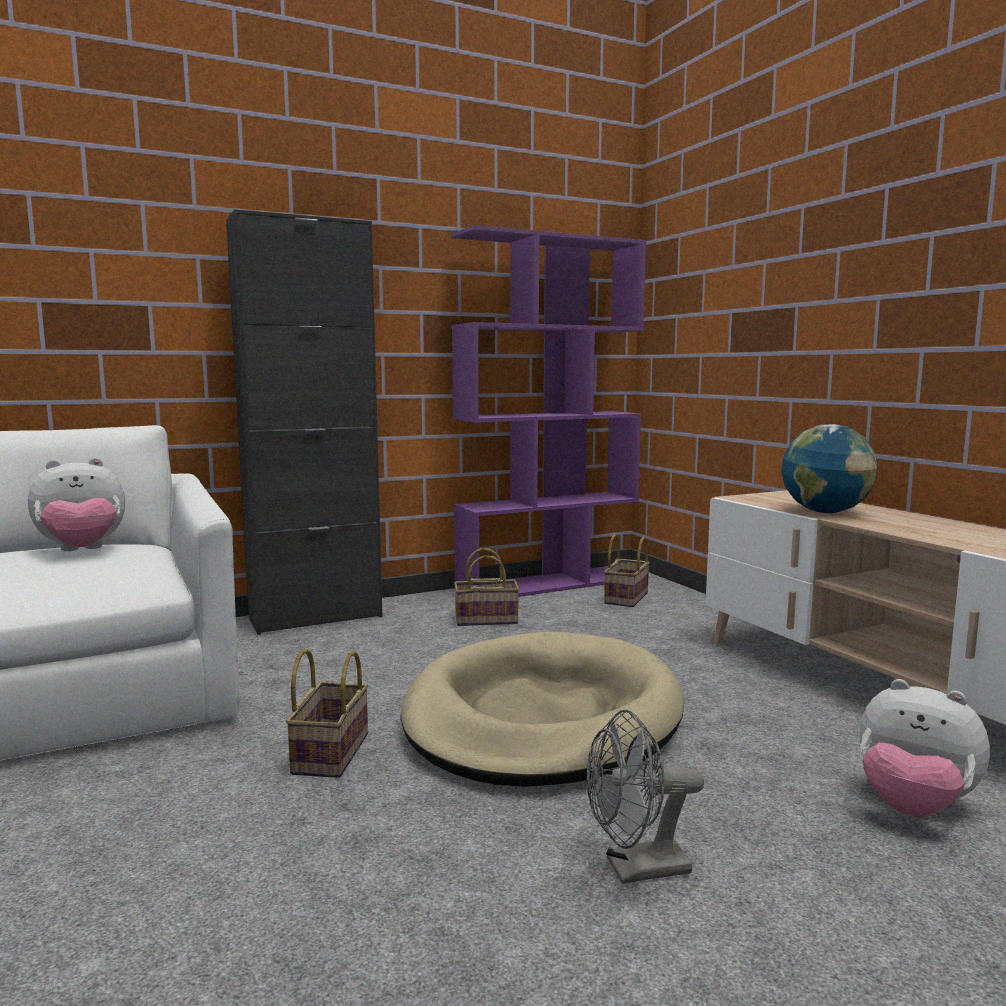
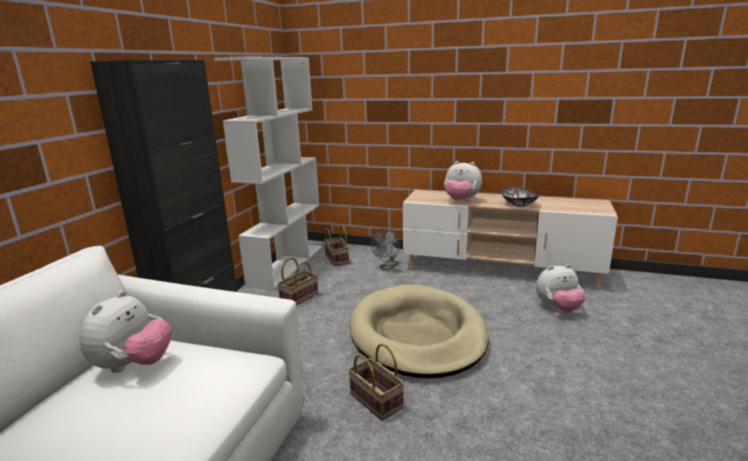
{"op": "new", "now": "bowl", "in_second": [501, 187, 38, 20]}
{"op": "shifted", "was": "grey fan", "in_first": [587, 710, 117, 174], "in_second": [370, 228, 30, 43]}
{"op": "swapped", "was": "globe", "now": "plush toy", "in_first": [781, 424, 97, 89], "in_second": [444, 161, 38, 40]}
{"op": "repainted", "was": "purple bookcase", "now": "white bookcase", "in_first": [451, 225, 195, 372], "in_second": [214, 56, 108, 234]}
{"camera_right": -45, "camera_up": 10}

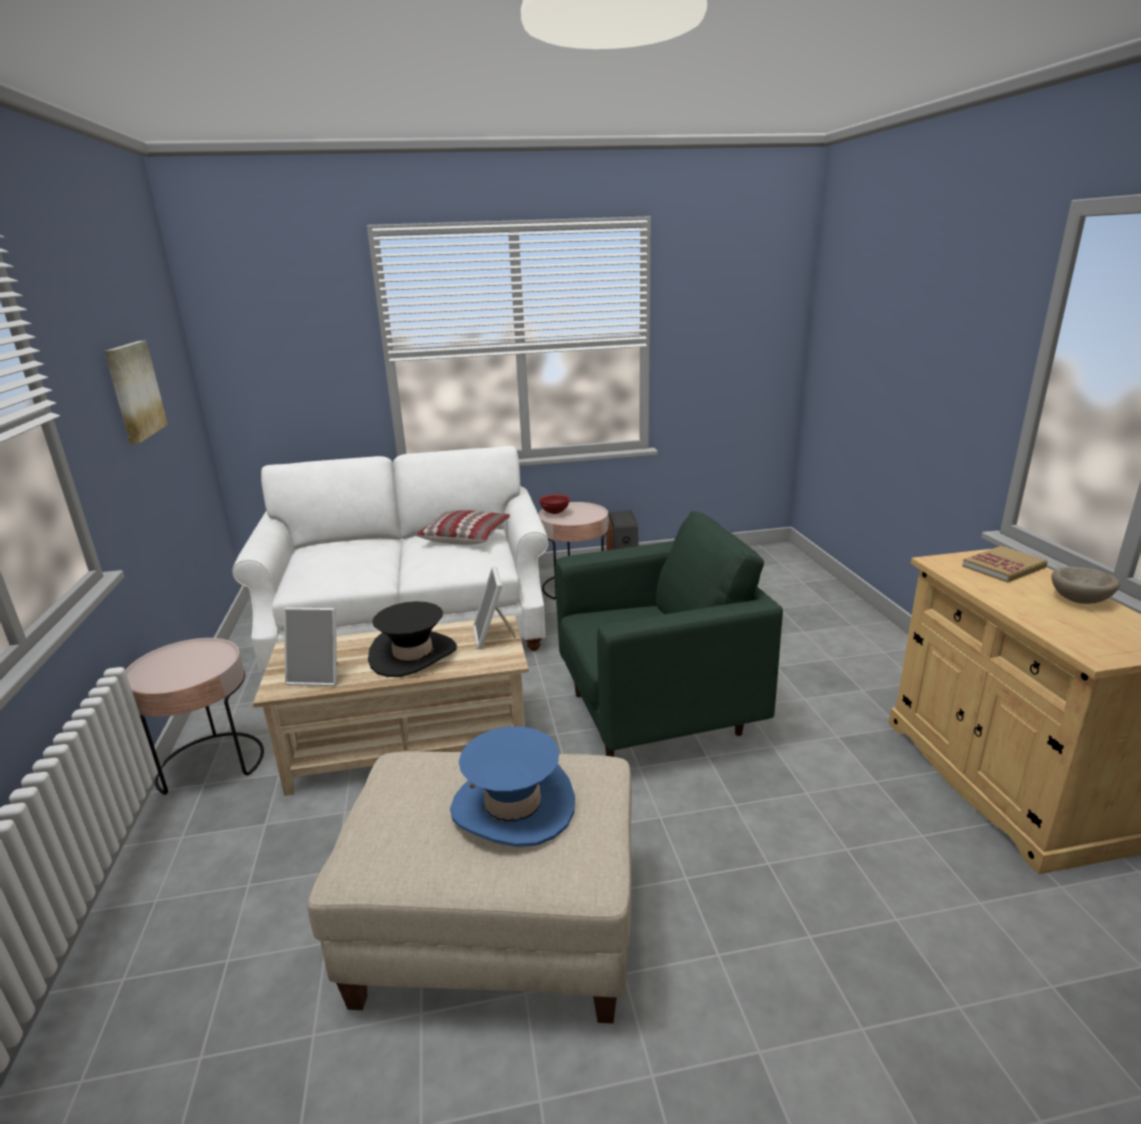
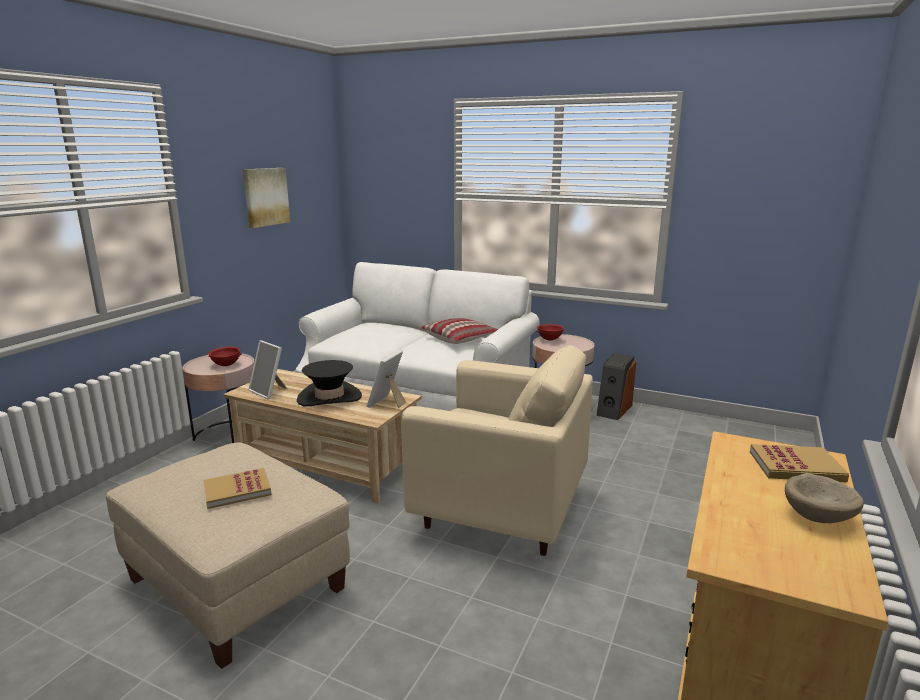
{"op": "new", "now": "red bowl", "in_second": [208, 347, 34, 19]}
{"op": "swapped", "was": "blue hat", "now": "book", "in_first": [450, 726, 125, 121], "in_second": [203, 468, 68, 41]}
{"op": "repainted", "was": "green armchair", "now": "beige armchair", "in_first": [555, 511, 228, 246], "in_second": [401, 345, 192, 211]}
{"camera_right": 35, "camera_up": -5}

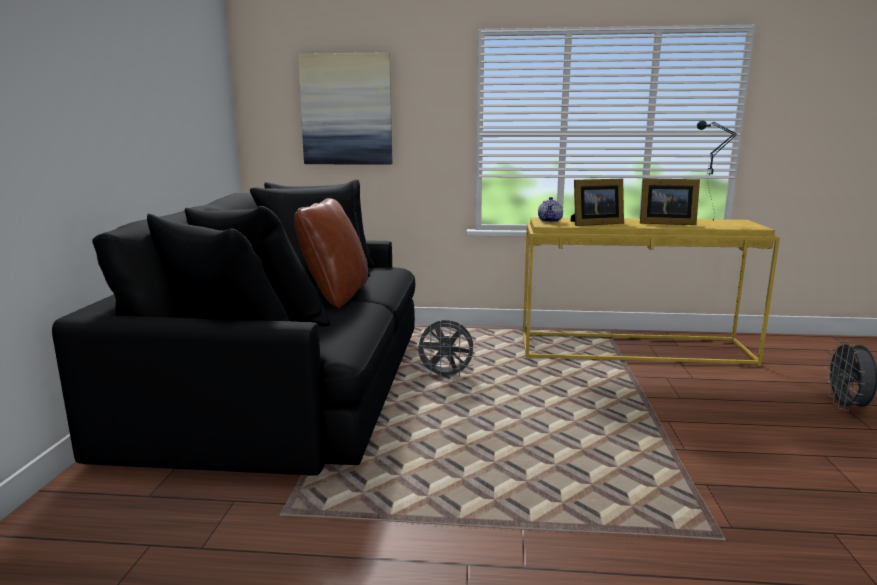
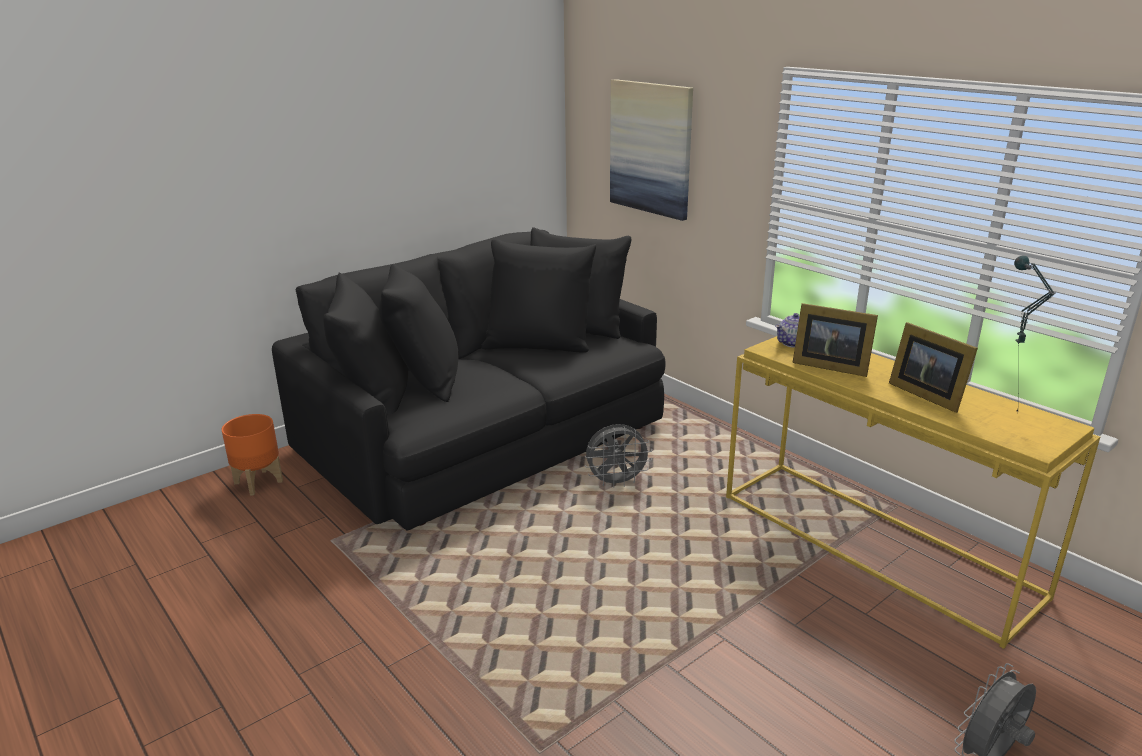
{"op": "gone", "was": "brown pillow", "in_first": [294, 198, 74, 110]}
{"op": "new", "now": "orange planter", "in_second": [222, 414, 61, 82]}
{"op": "rotated", "was": "grey fan", "in_first": [415, 320, 62, 59], "in_second": [585, 424, 67, 64], "clockwise": -60}
{"camera_right": 45, "camera_up": 10}

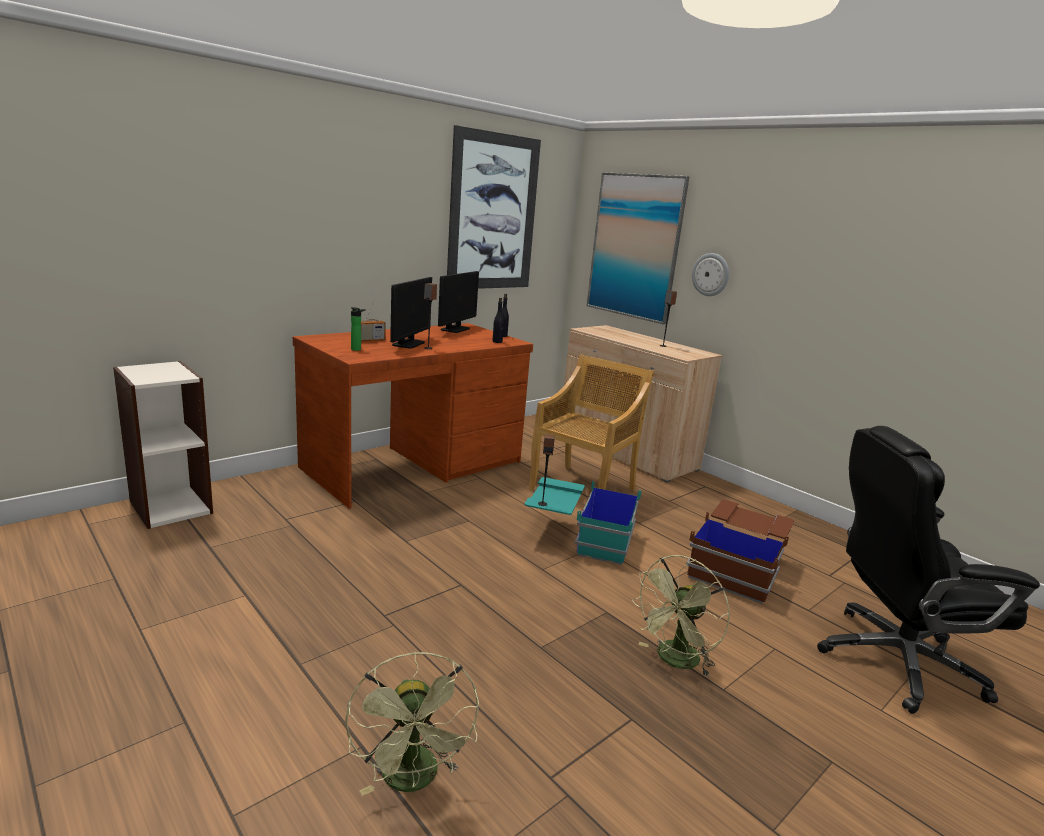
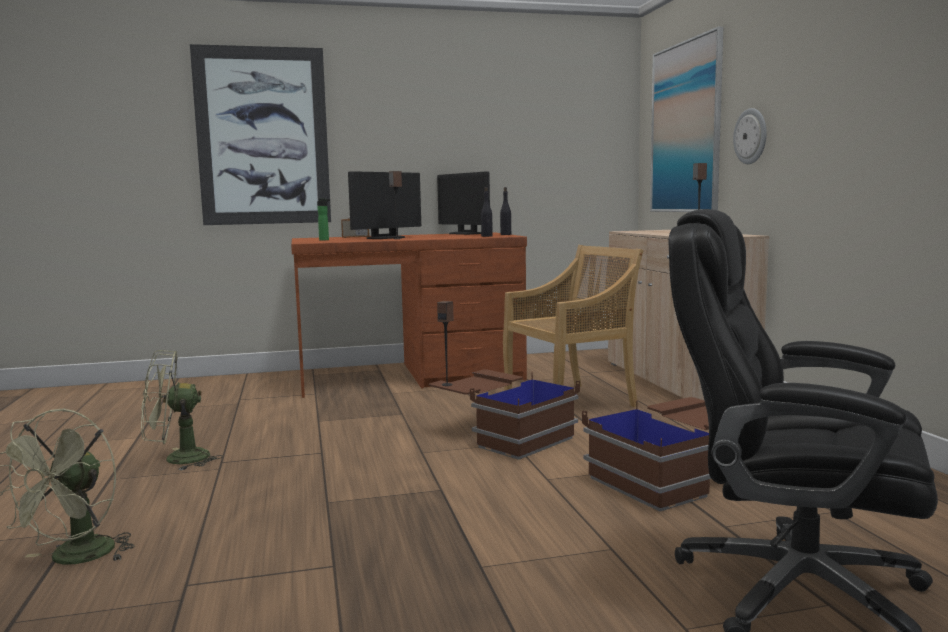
{"op": "gone", "was": "bookcase", "in_first": [113, 361, 100, 168]}
{"op": "shifted", "was": "picture", "in_first": [447, 125, 94, 164], "in_second": [190, 44, 141, 181]}
{"op": "shifted", "was": "green fan", "in_first": [632, 555, 98, 122], "in_second": [141, 350, 82, 120]}
{"op": "repainted", "was": "turquoise storage box", "now": "brown storage box", "in_first": [524, 477, 118, 88], "in_second": [429, 369, 151, 91]}
{"op": "rotated", "was": "monitor", "in_first": [438, 271, 41, 62], "in_second": [437, 171, 53, 64], "clockwise": 90}
{"camera_right": 30, "camera_up": -10}

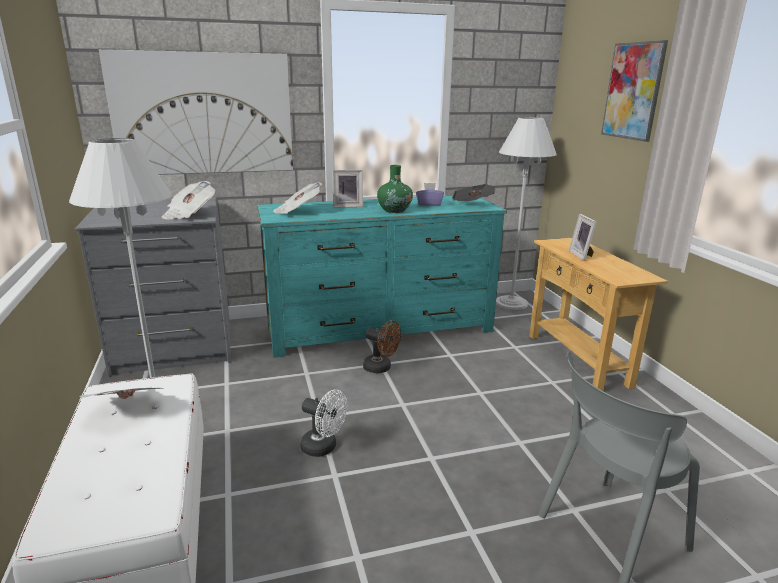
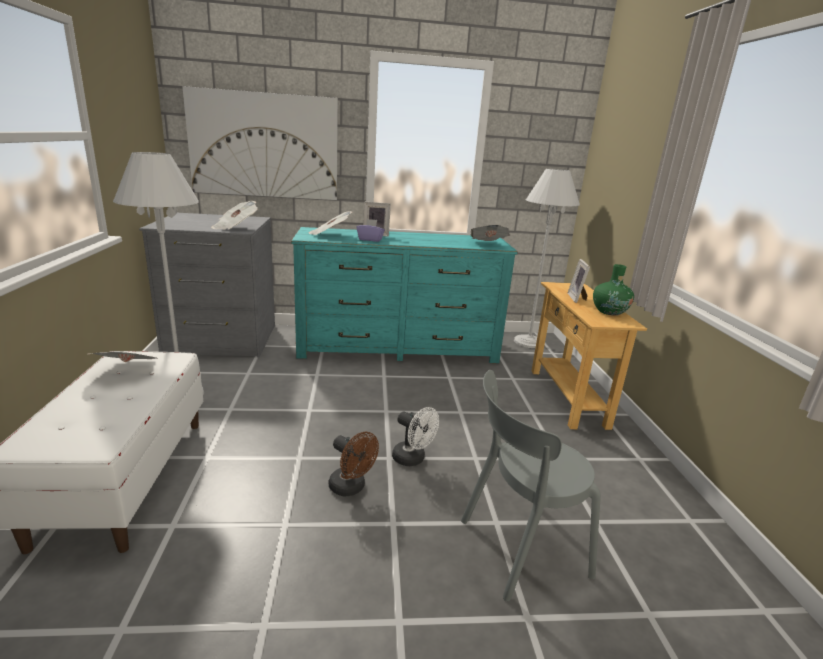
{"op": "gone", "was": "picture", "in_first": [601, 40, 67, 102]}
{"op": "shifted", "was": "white fan", "in_first": [300, 390, 47, 67], "in_second": [392, 407, 47, 59]}
{"op": "shifted", "was": "brown fan", "in_first": [363, 320, 38, 53], "in_second": [329, 432, 50, 64]}
{"op": "shifted", "was": "green vase", "in_first": [377, 165, 36, 48], "in_second": [593, 264, 41, 52]}
{"op": "shifted", "was": "purple tissue box", "in_first": [416, 183, 28, 23], "in_second": [357, 219, 28, 23]}
{"camera_right": 10, "camera_up": 0}

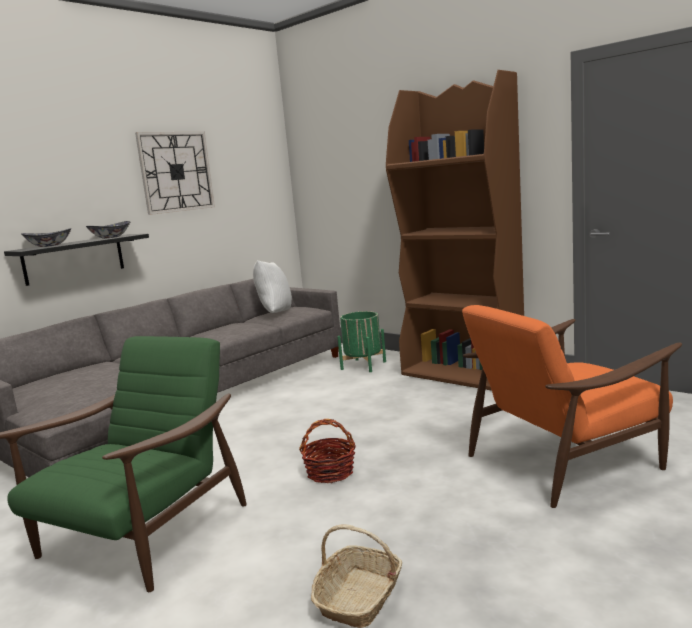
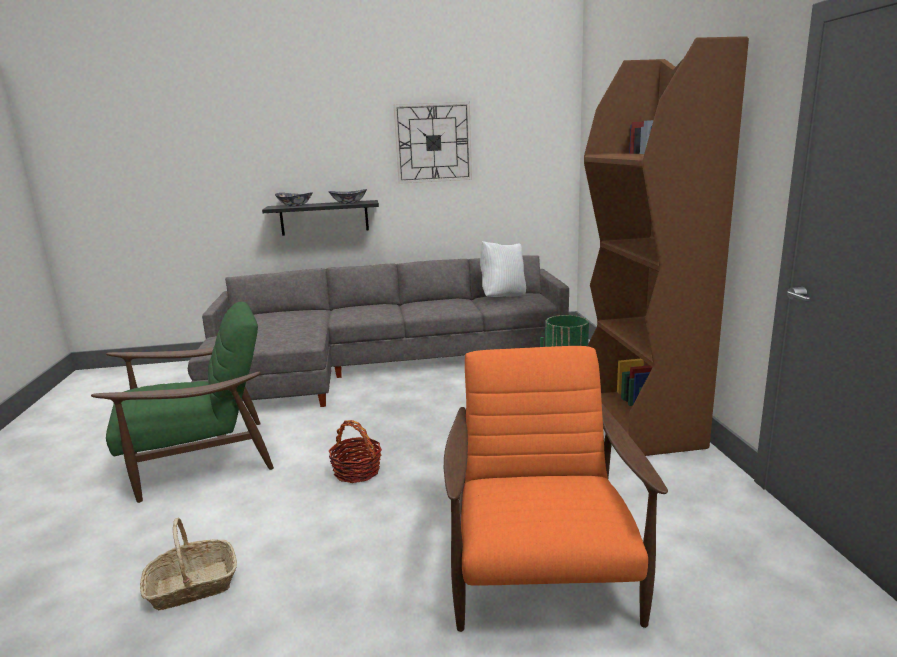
{"op": "rotated", "was": "orange armchair", "in_first": [462, 305, 220, 203], "in_second": [444, 346, 224, 286], "clockwise": 75}
{"camera_right": 40, "camera_up": 5}

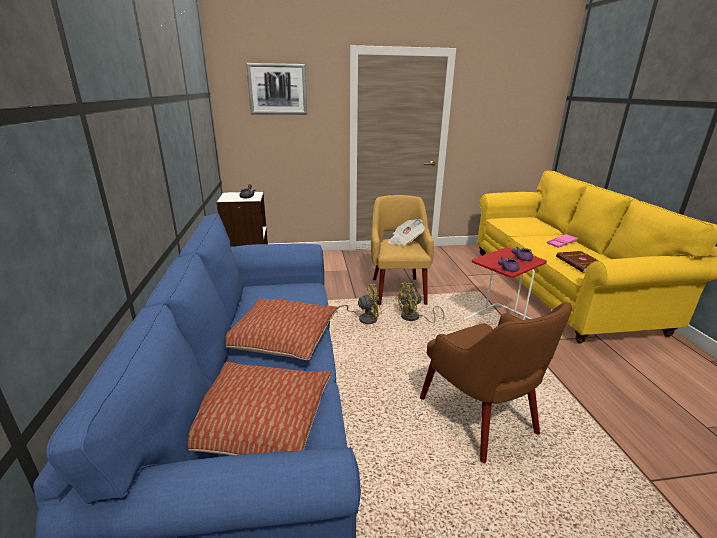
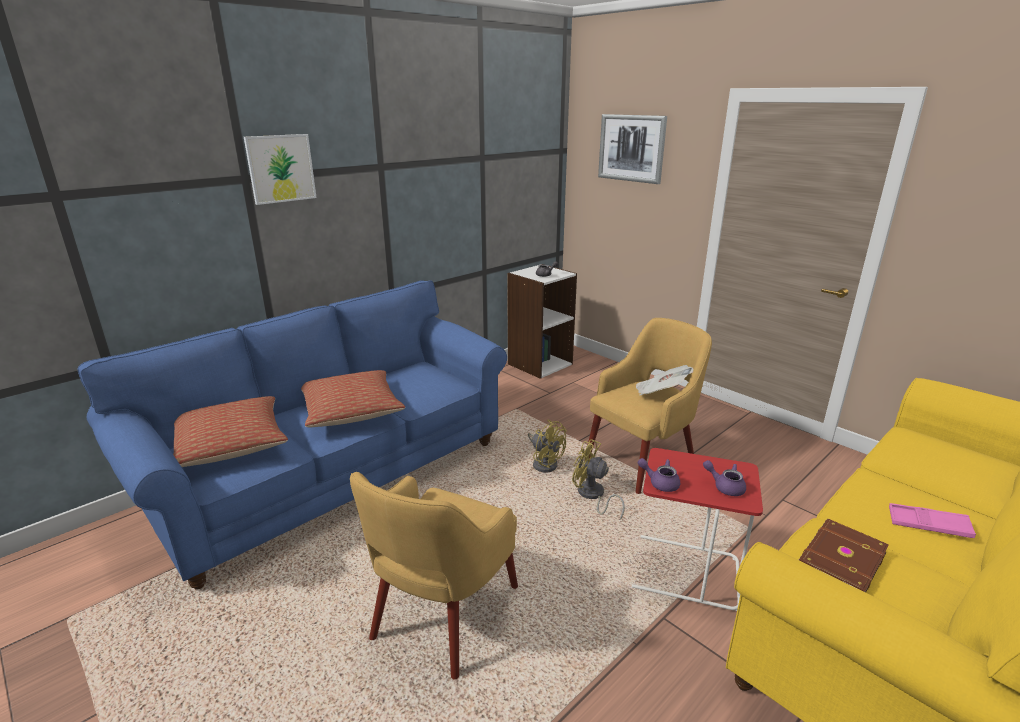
{"op": "new", "now": "picture", "in_second": [244, 134, 73, 71]}
{"op": "repainted", "was": "brown armchair", "now": "yellow armchair", "in_first": [420, 302, 152, 161], "in_second": [350, 472, 168, 207]}
{"camera_right": 55, "camera_up": 0}

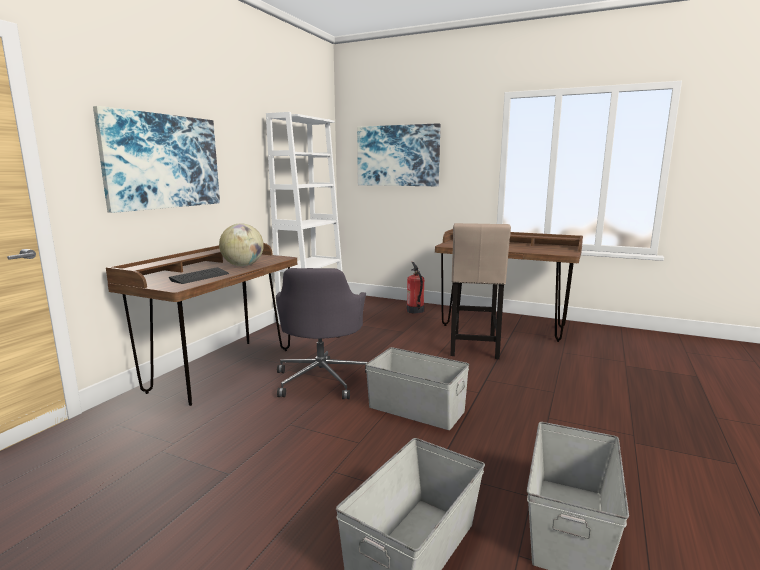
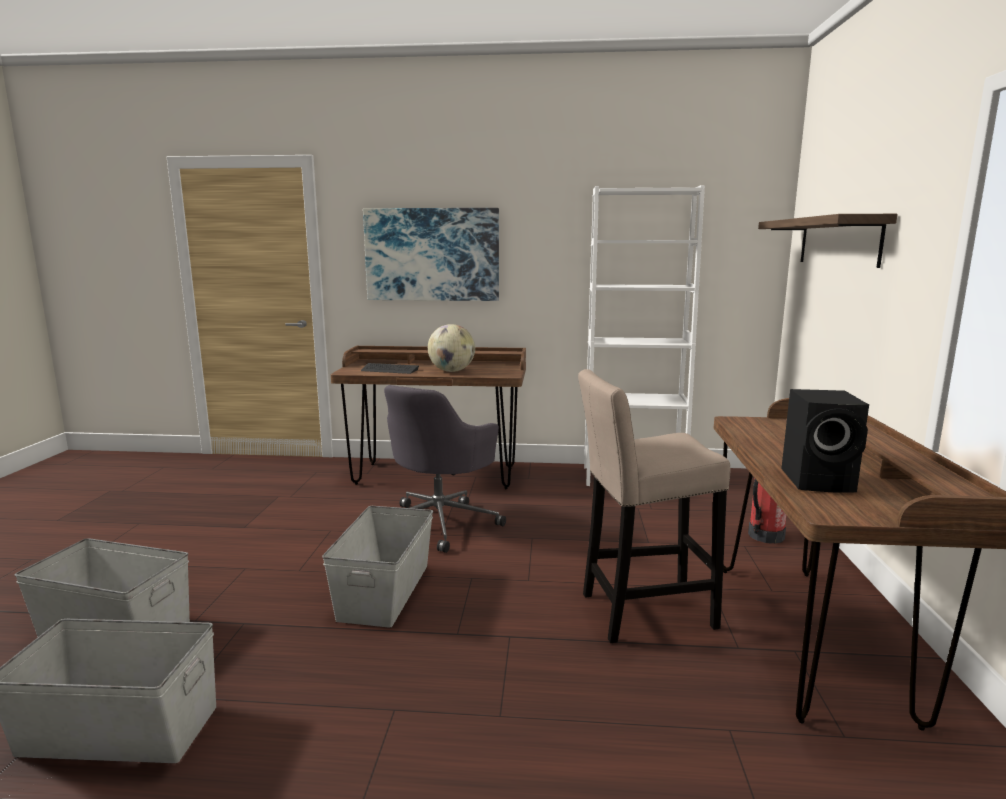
{"op": "new", "now": "black speaker", "in_second": [781, 389, 88, 104]}
{"op": "swapped", "was": "picture", "now": "shelf", "in_first": [357, 123, 83, 63], "in_second": [758, 214, 139, 54]}
{"op": "rotated", "was": "grey office chair", "in_first": [276, 268, 92, 131], "in_second": [384, 385, 122, 168], "clockwise": -45}
{"camera_right": 70, "camera_up": 0}

